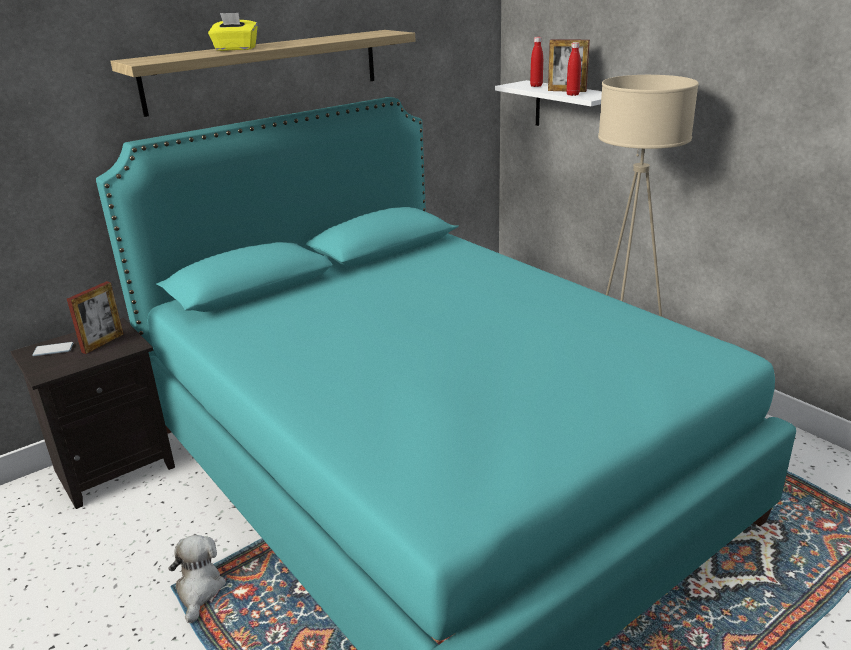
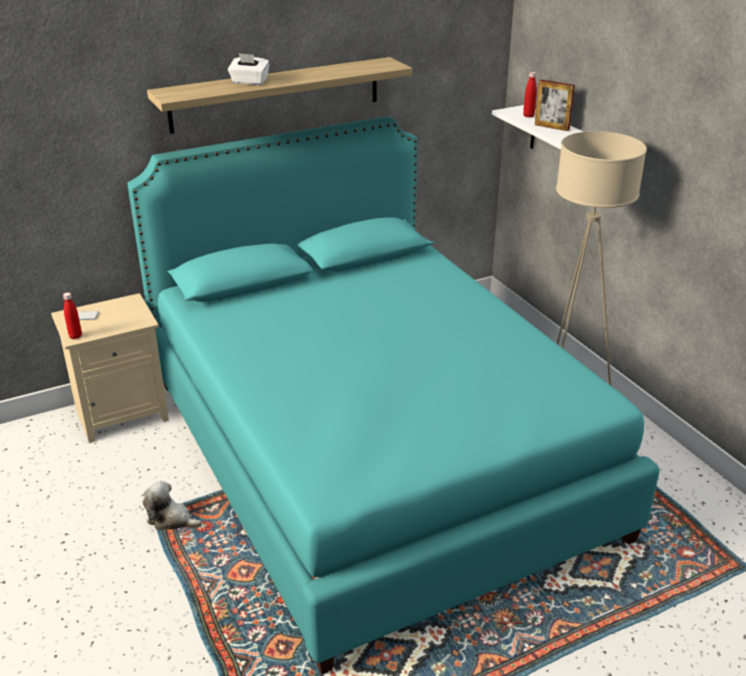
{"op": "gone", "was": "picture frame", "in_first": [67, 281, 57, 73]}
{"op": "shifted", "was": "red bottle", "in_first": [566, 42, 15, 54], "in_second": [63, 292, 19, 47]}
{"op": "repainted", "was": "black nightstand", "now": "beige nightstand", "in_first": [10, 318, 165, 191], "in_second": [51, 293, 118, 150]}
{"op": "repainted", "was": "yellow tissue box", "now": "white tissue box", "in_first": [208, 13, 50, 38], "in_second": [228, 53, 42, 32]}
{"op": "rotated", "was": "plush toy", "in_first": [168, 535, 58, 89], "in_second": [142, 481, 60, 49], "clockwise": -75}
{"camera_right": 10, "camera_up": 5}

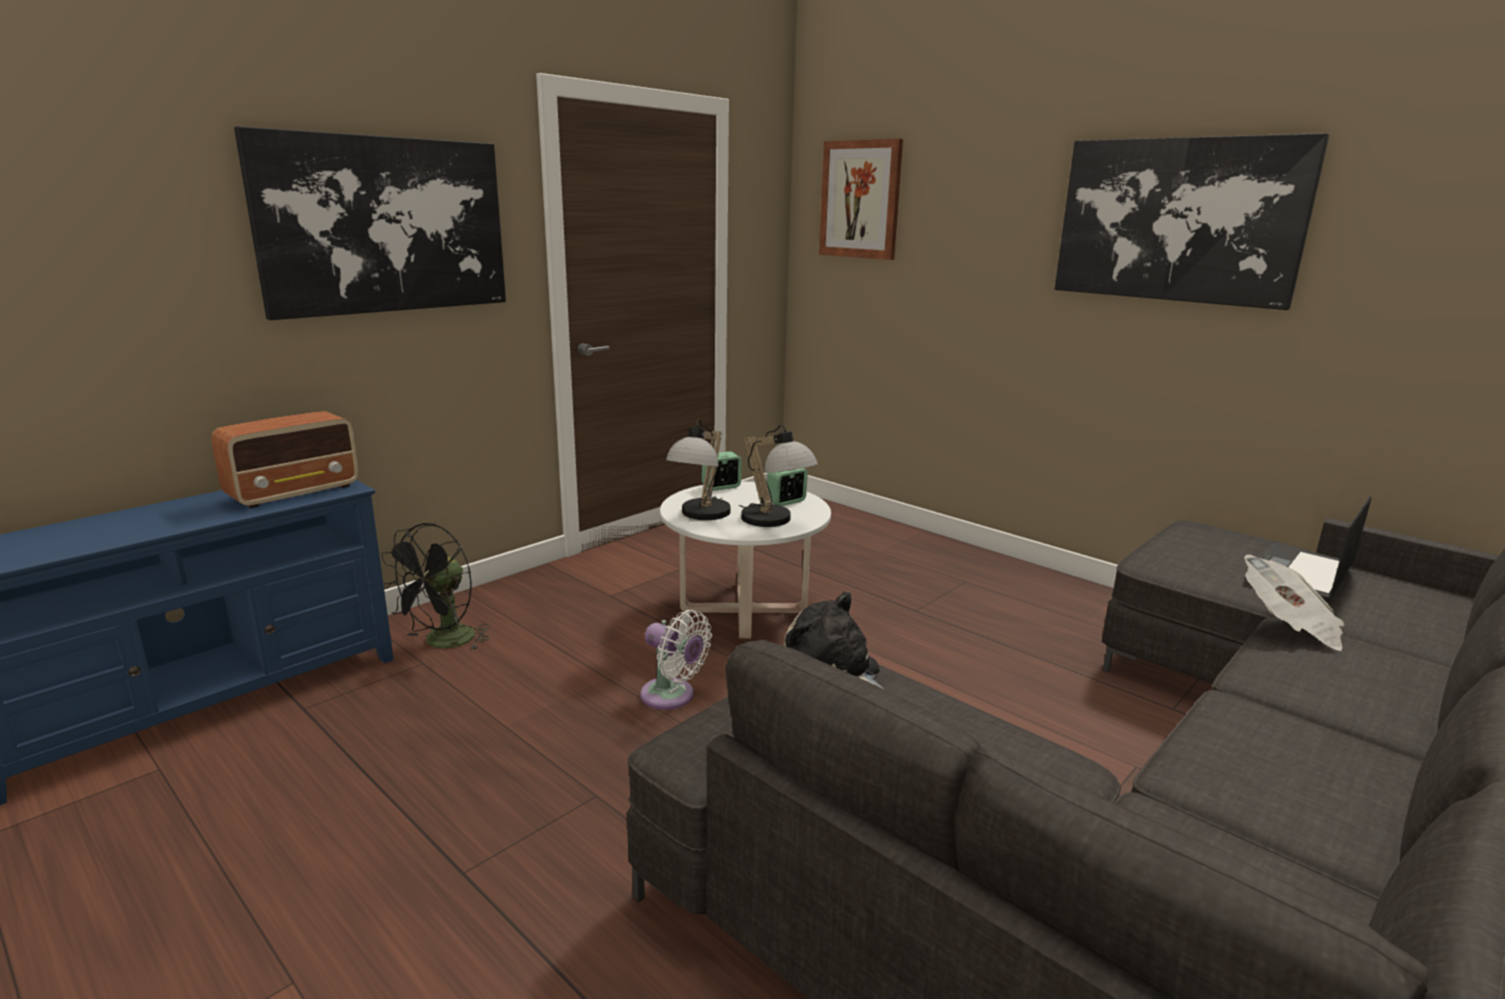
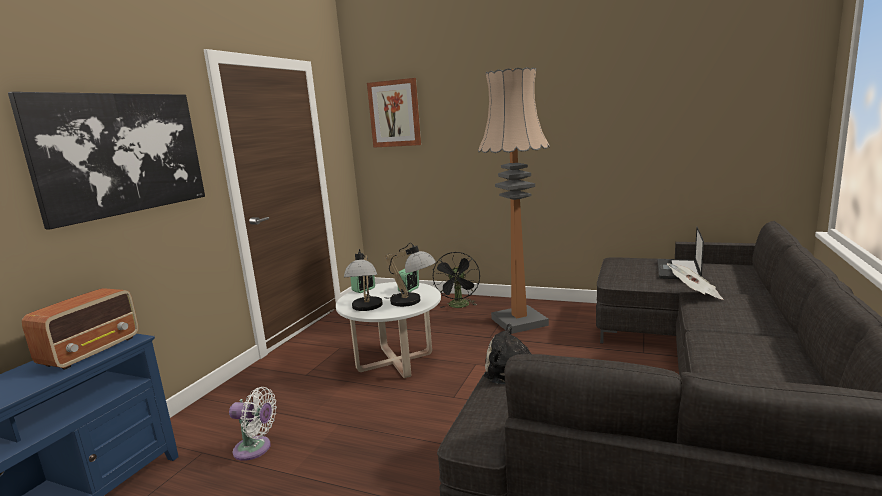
{"op": "gone", "was": "picture", "in_first": [1055, 133, 275, 177]}
{"op": "new", "now": "floor lamp", "in_second": [478, 67, 72, 267]}
{"op": "shifted", "was": "black fan", "in_first": [382, 523, 108, 127], "in_second": [433, 252, 47, 56]}
{"op": "shifted", "was": "white fan", "in_first": [640, 610, 72, 100], "in_second": [229, 387, 48, 74]}
{"camera_right": -20, "camera_up": -5}

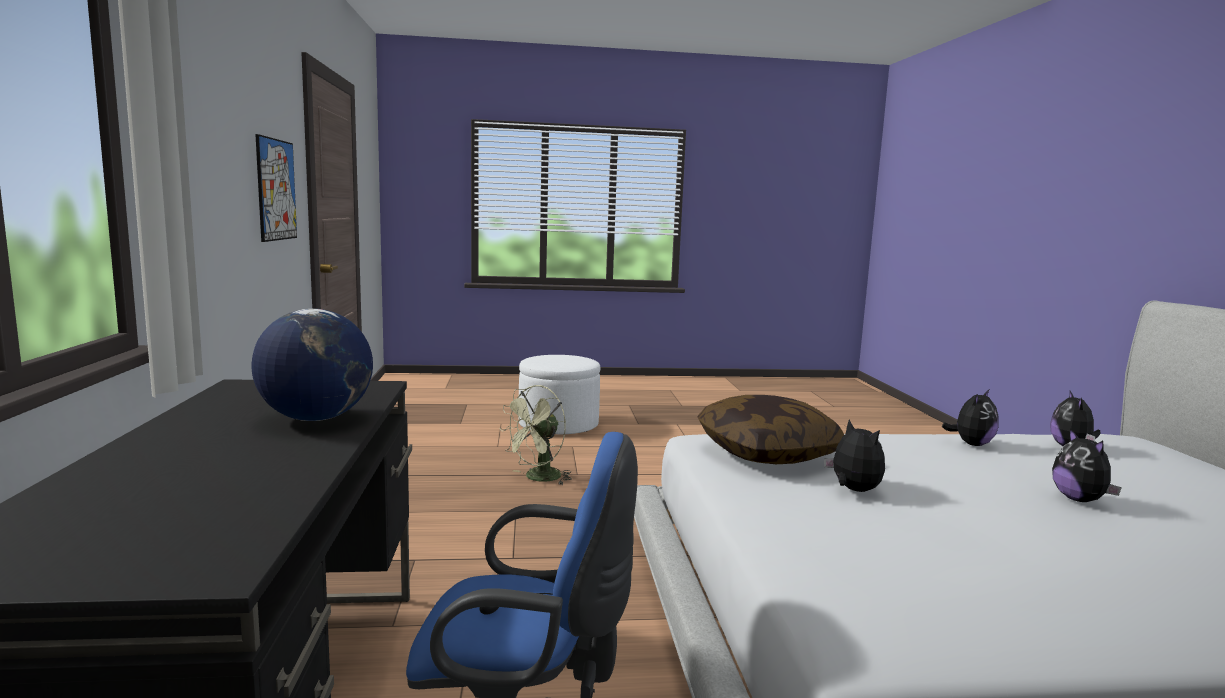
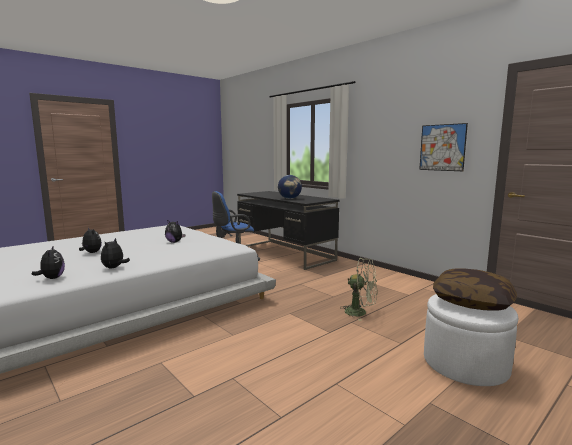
{"op": "shifted", "was": "pillow", "in_first": [697, 395, 147, 69], "in_second": [433, 268, 84, 43]}
{"op": "rotated", "was": "green fan", "in_first": [499, 385, 73, 100], "in_second": [341, 258, 37, 63], "clockwise": 105}
{"camera_right": 145, "camera_up": 0}

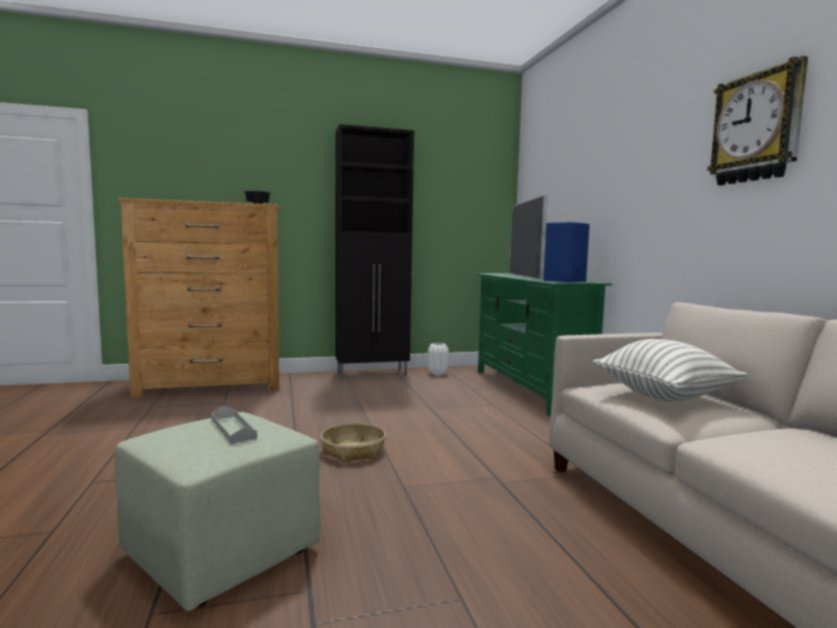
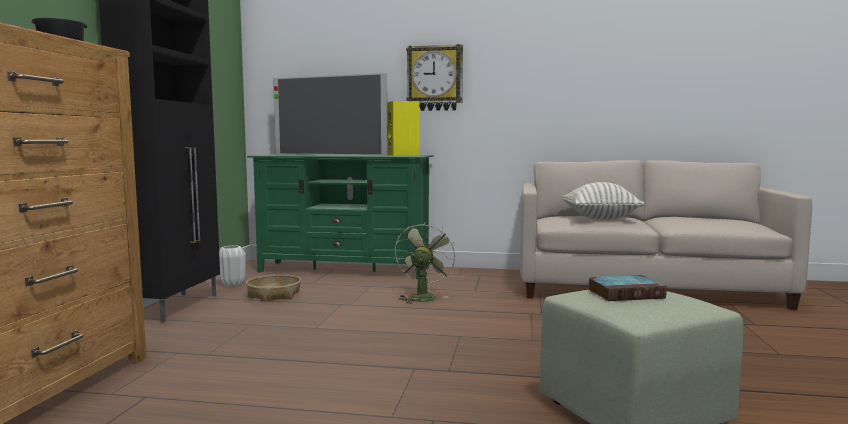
{"op": "new", "now": "green fan", "in_second": [395, 222, 61, 82]}
{"op": "shifted", "was": "basket", "in_first": [320, 423, 66, 40], "in_second": [246, 274, 55, 27]}
{"op": "shifted", "was": "wall clock", "in_first": [707, 56, 101, 129], "in_second": [406, 44, 57, 67]}
{"op": "swapped", "was": "grey tray", "now": "book", "in_first": [211, 406, 46, 38], "in_second": [587, 275, 80, 26]}
{"op": "repainted", "was": "blue speaker", "now": "yellow speaker", "in_first": [543, 222, 47, 60], "in_second": [387, 101, 32, 55]}
{"camera_right": -65, "camera_up": 0}

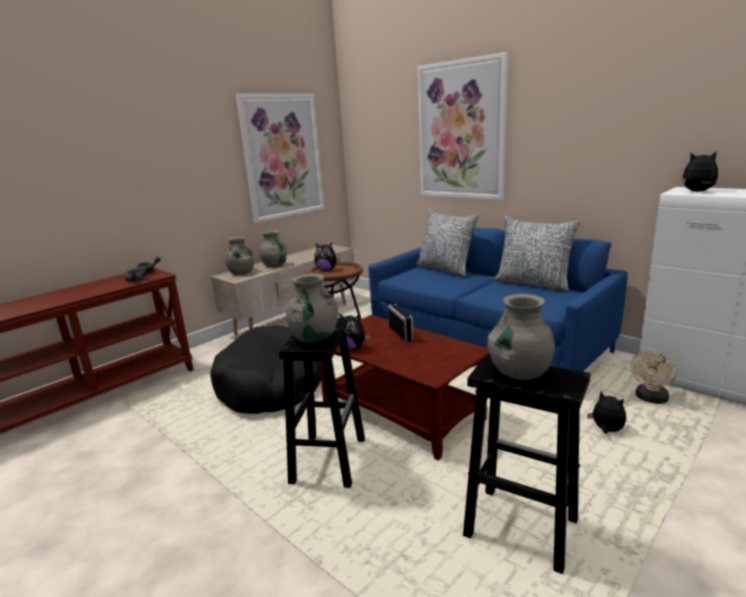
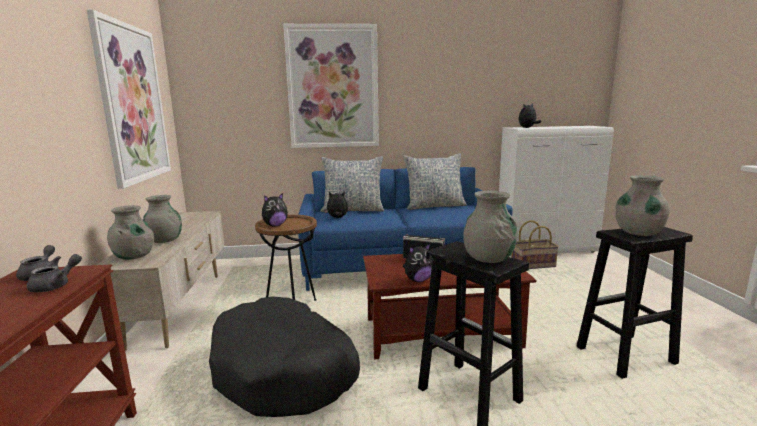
{"op": "shifted", "was": "plush toy", "in_first": [587, 391, 39, 43], "in_second": [324, 191, 24, 27]}
{"op": "swapped", "was": "beige fan", "now": "basket", "in_first": [631, 350, 46, 54], "in_second": [511, 220, 48, 49]}
{"camera_right": -50, "camera_up": -5}

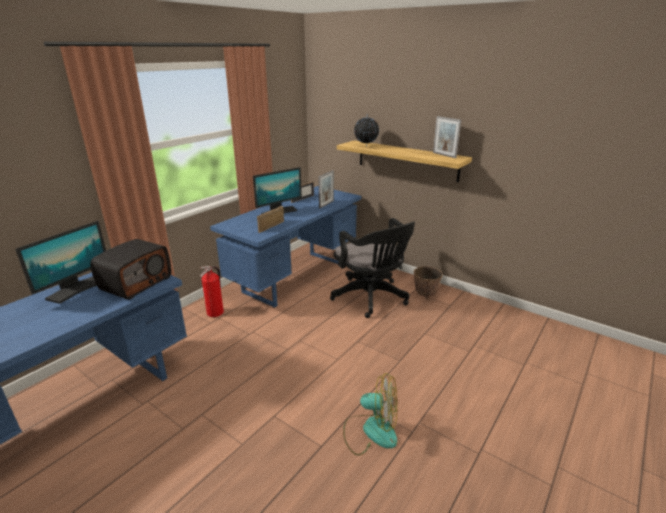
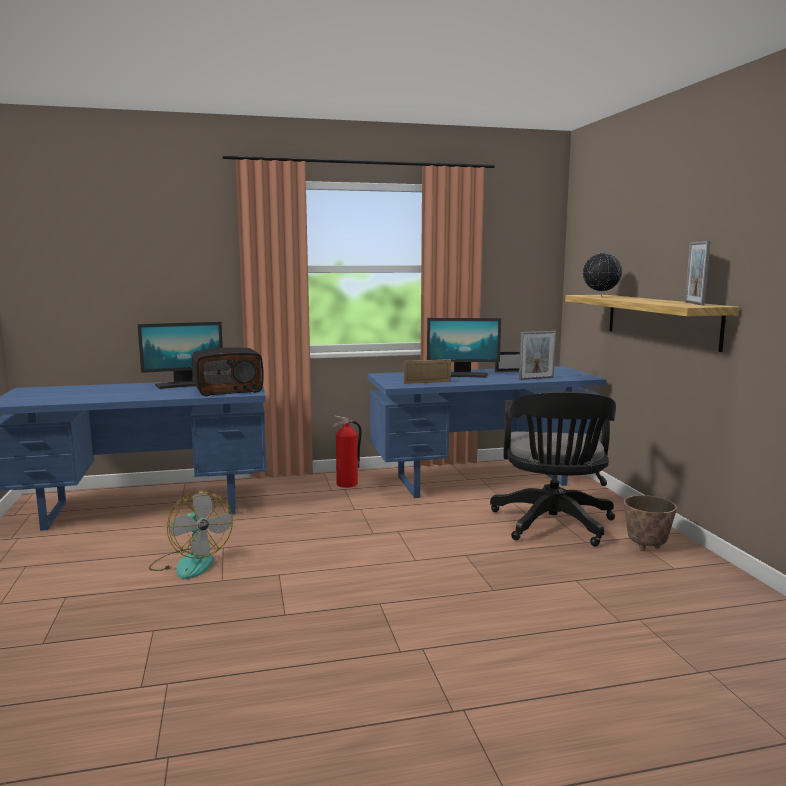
{"op": "shifted", "was": "fan", "in_first": [343, 373, 54, 82], "in_second": [149, 490, 84, 89]}
{"camera_right": 40, "camera_up": -15}

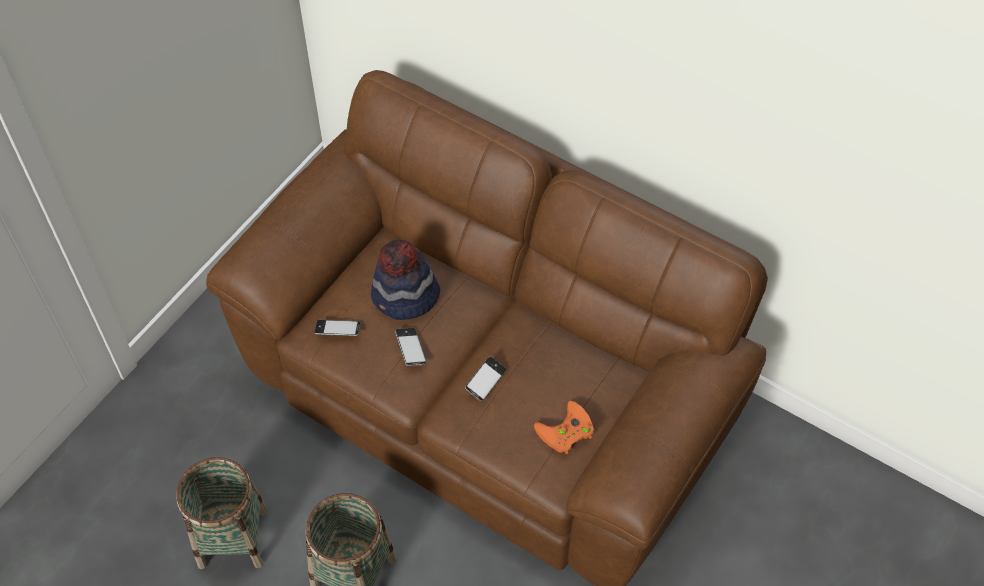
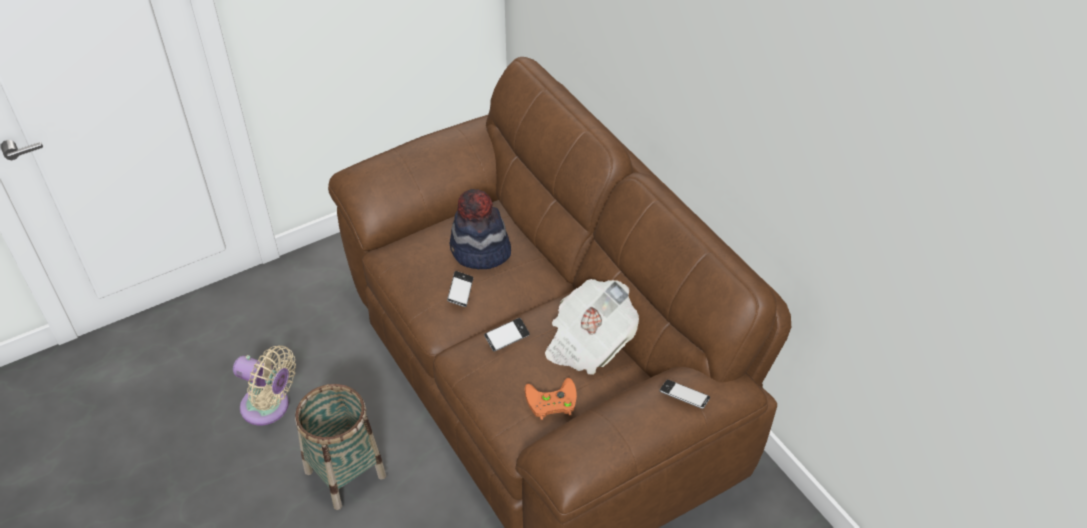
{"op": "new", "now": "newspaper", "in_second": [545, 279, 94, 96]}
{"op": "shifted", "was": "phone", "in_first": [314, 320, 46, 16], "in_second": [659, 380, 51, 29]}
{"op": "swapped", "was": "basket", "now": "beige fan", "in_first": [176, 457, 92, 112], "in_second": [233, 346, 63, 80]}
{"camera_right": 25, "camera_up": -10}

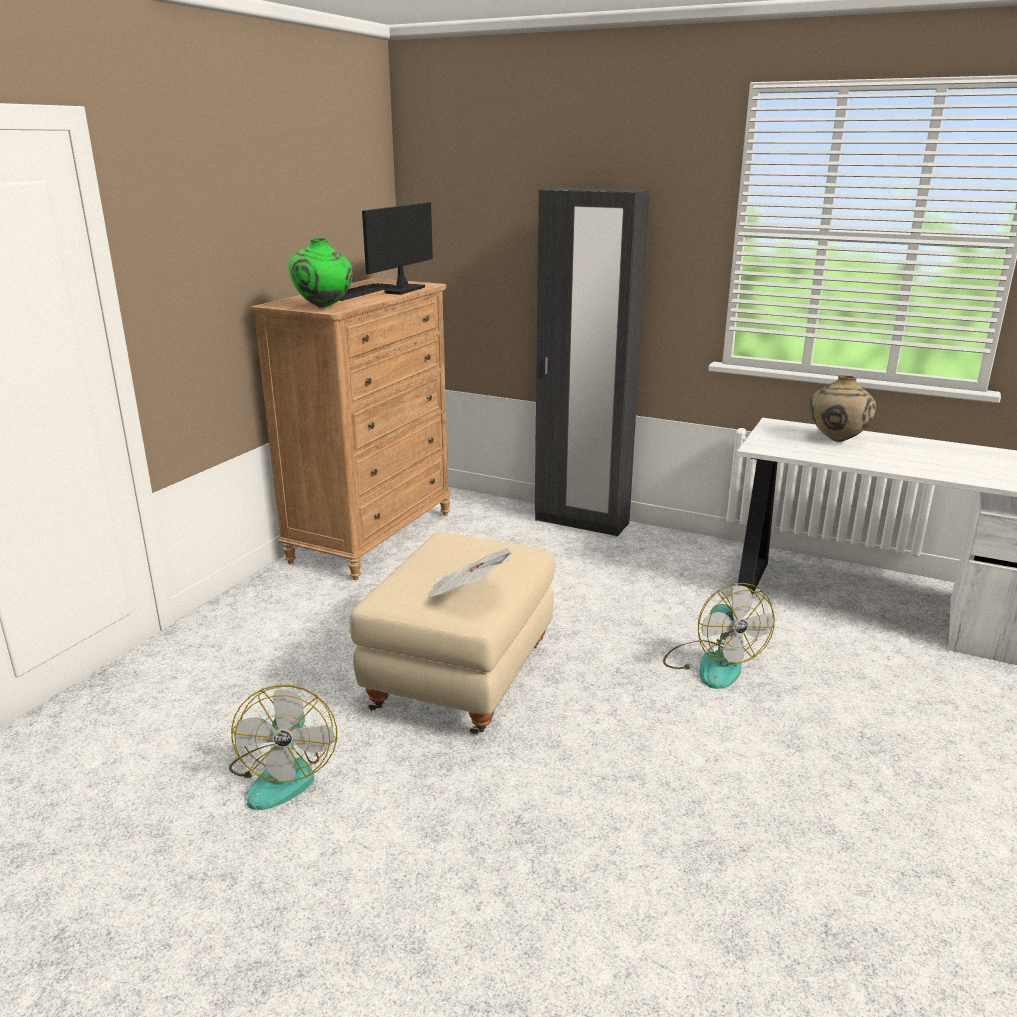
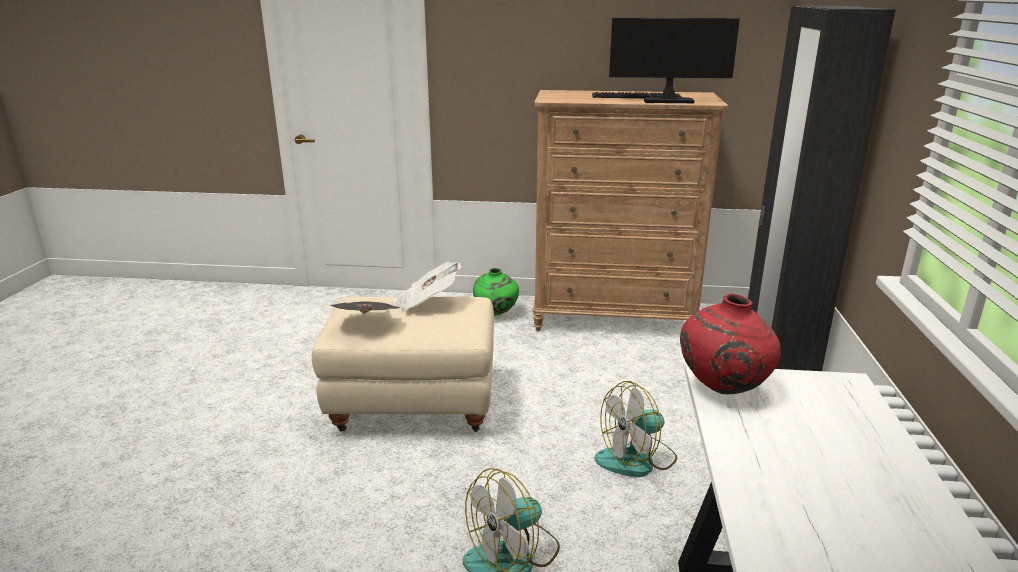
{"op": "gone", "was": "beige vase", "in_first": [809, 375, 67, 67]}
{"op": "new", "now": "newspaper", "in_second": [392, 262, 70, 49]}
{"op": "new", "now": "red vase", "in_second": [680, 294, 101, 100]}
{"op": "shifted", "was": "fan", "in_first": [229, 685, 108, 125], "in_second": [595, 381, 82, 96]}
{"op": "shifted", "was": "green vase", "in_first": [288, 238, 65, 70], "in_second": [473, 268, 46, 47]}
{"camera_right": 70, "camera_up": 0}

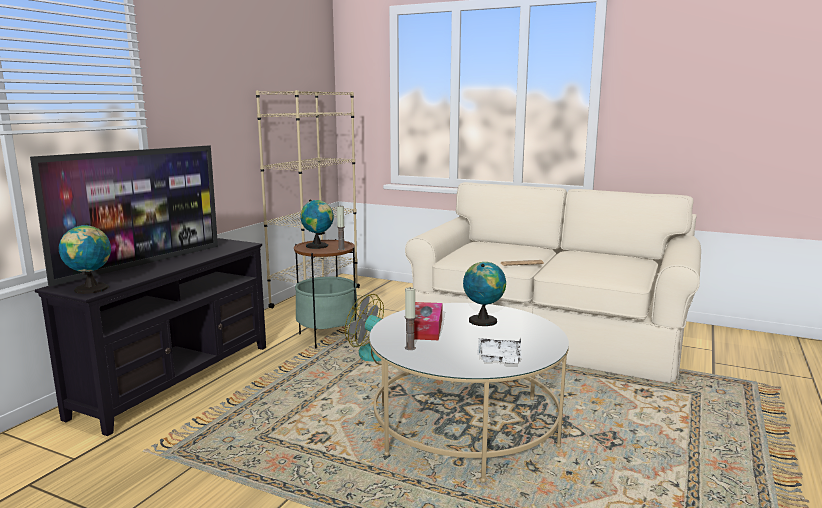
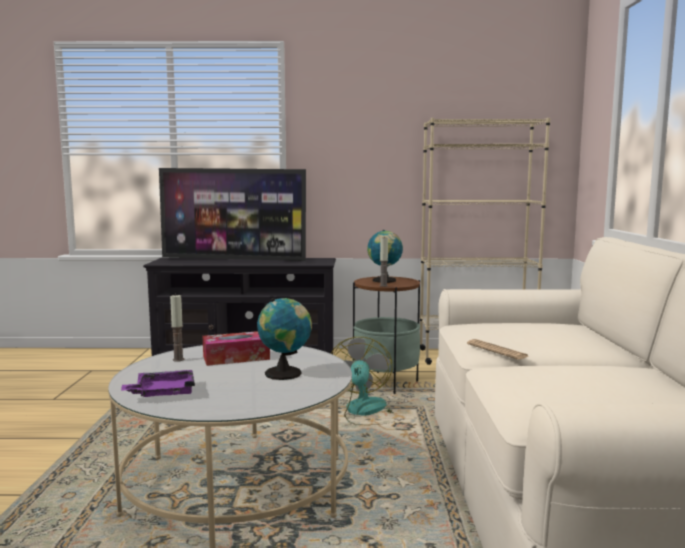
{"op": "gone", "was": "globe", "in_first": [58, 223, 53, 71]}
{"op": "repainted", "was": "white tray", "now": "purple tray", "in_first": [477, 338, 45, 26], "in_second": [121, 370, 74, 27]}
{"camera_right": 65, "camera_up": -5}

